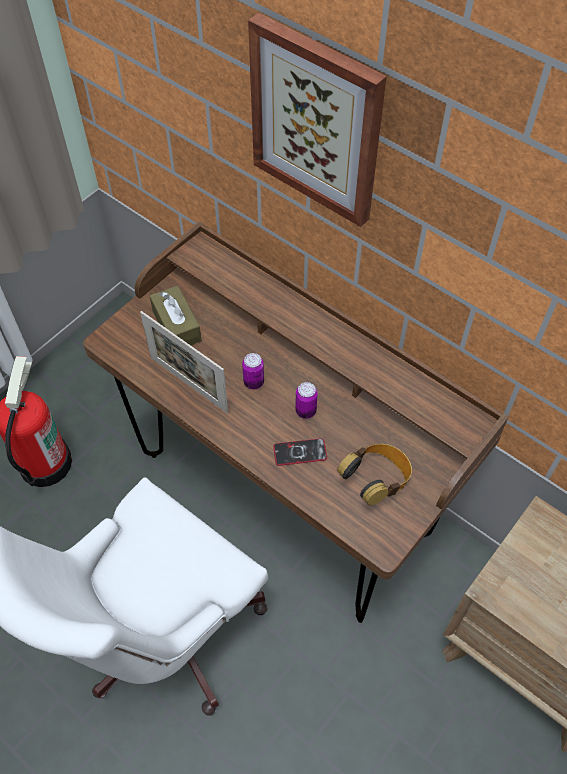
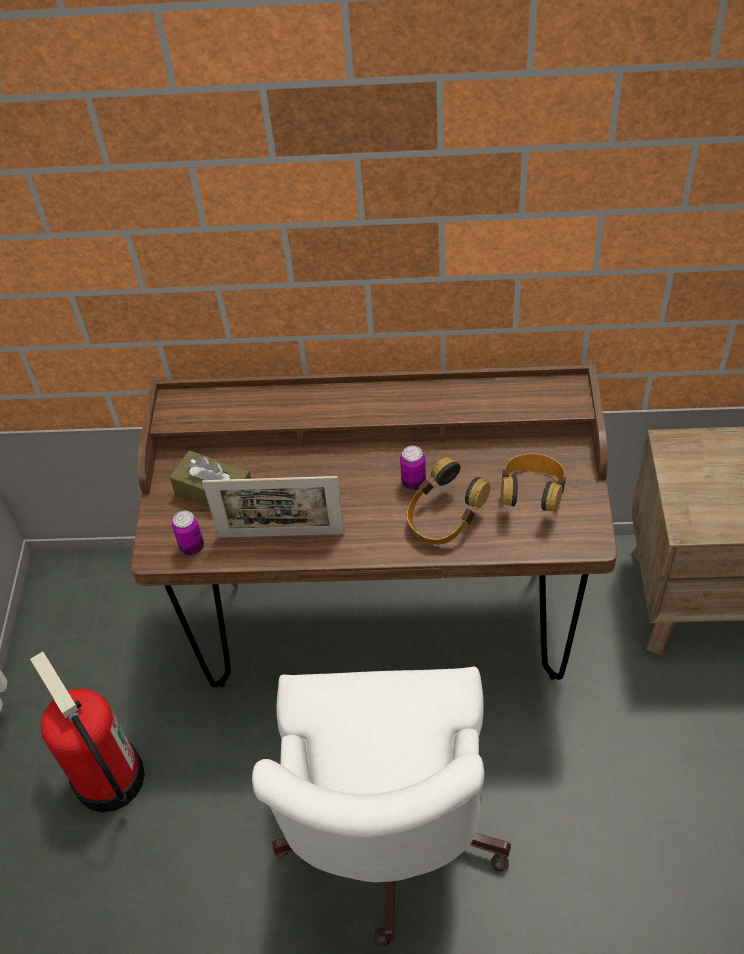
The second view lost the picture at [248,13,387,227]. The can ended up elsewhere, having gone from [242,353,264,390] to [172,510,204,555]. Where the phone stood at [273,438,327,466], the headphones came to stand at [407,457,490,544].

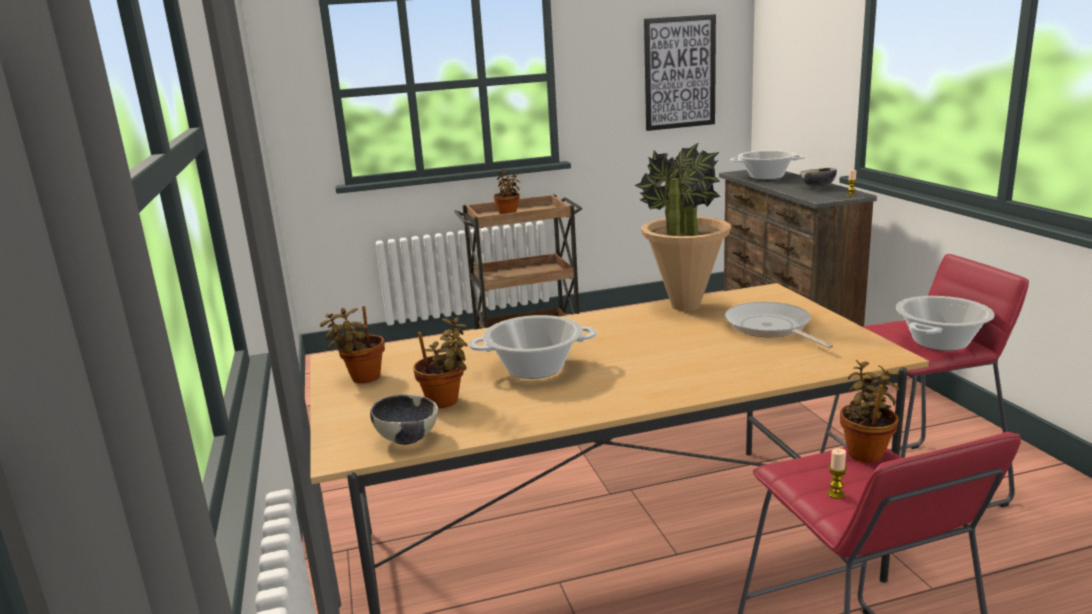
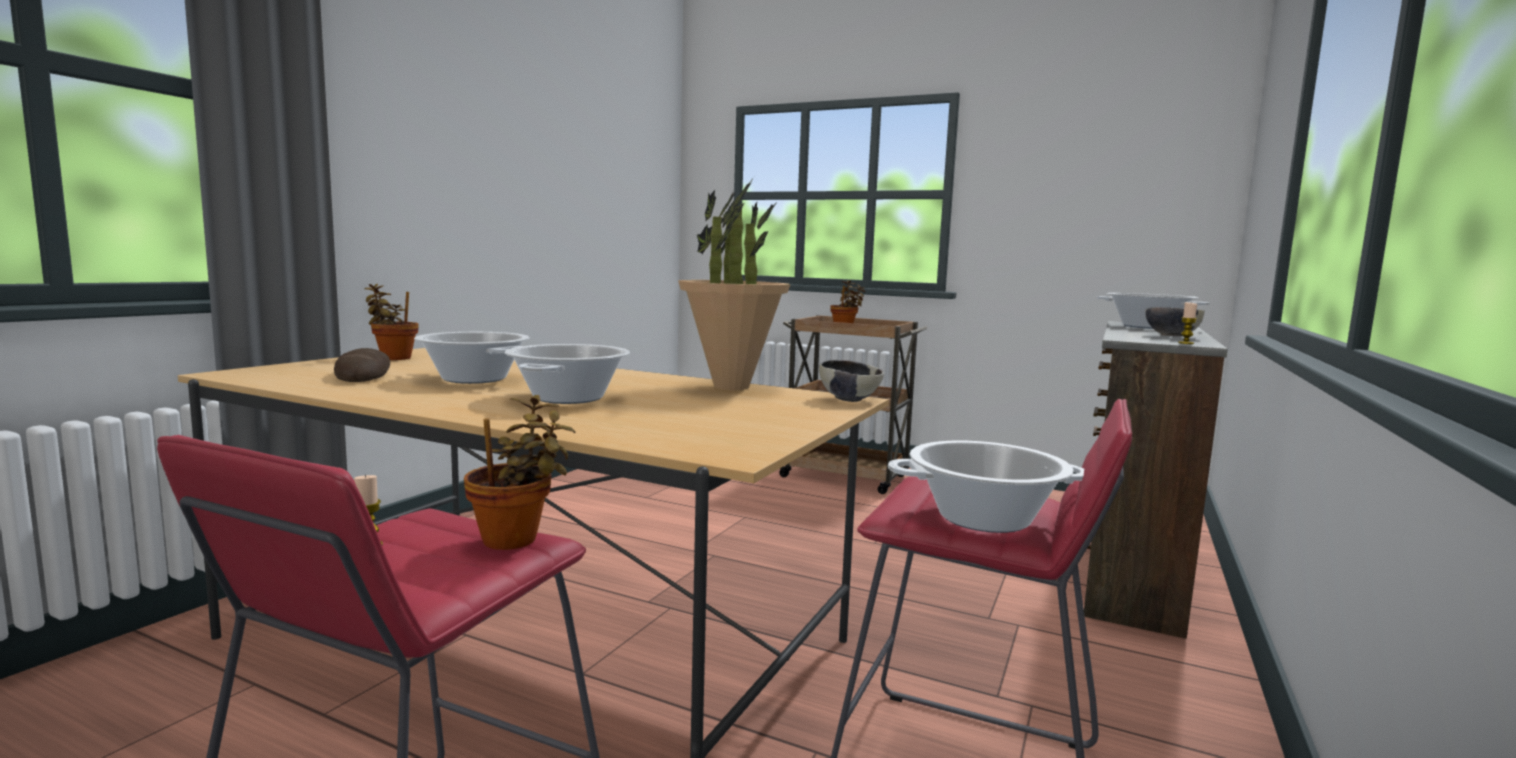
The second view lost the picture at [644,14,716,131]. The second view lost the frying_pan at [725,302,833,348]. The second view gained the cooking_pot at [505,344,630,404]. The bowl ended up elsewhere, having gone from [370,394,438,445] to [819,360,884,402]. Where the potted_plant stood at [413,317,468,408], the bread came to stand at [334,348,390,382].

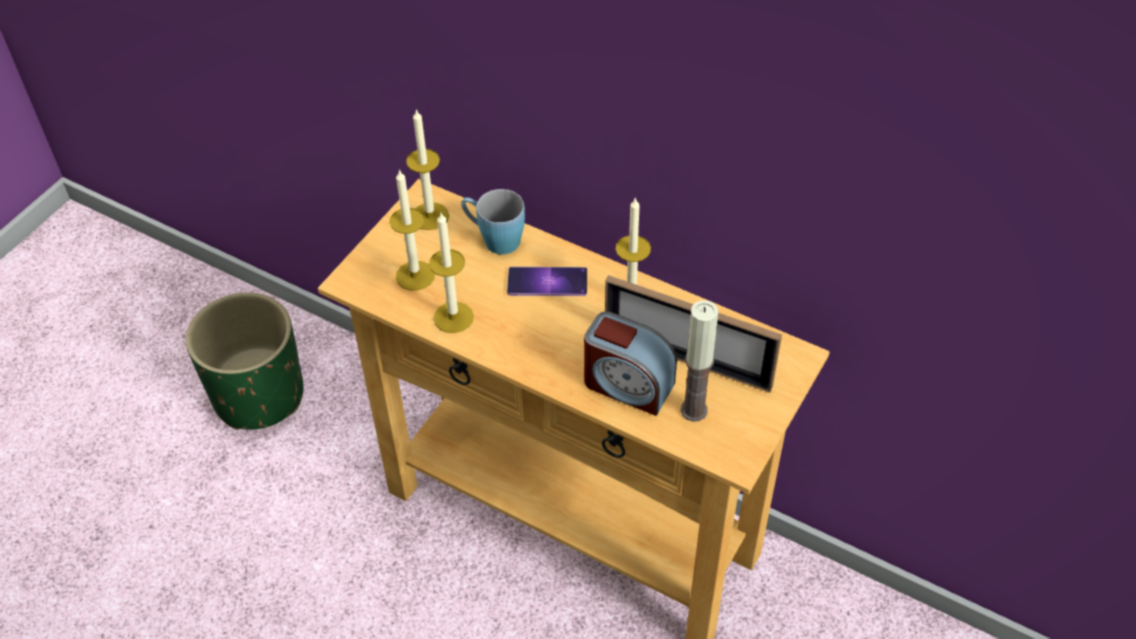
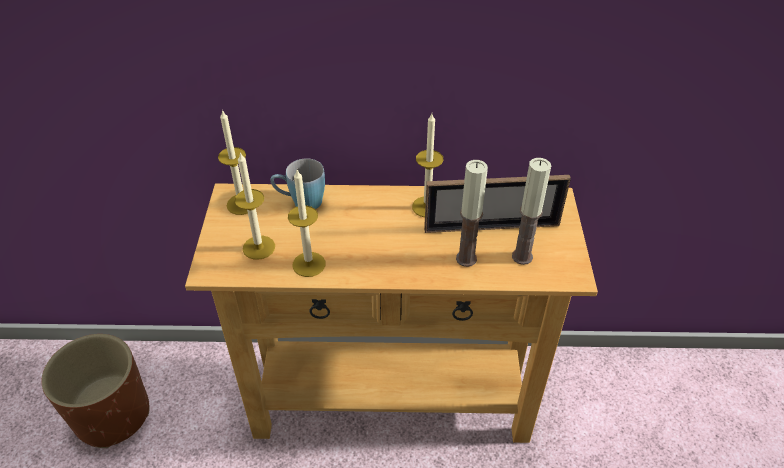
The second view lost the phone at [507,267,587,296]. Where the alarm_clock stood at [584,311,677,416], the candle came to stand at [456,160,488,267]. What was the green_planter at [186,292,303,430] turned into the brown_planter at [41,334,150,448].

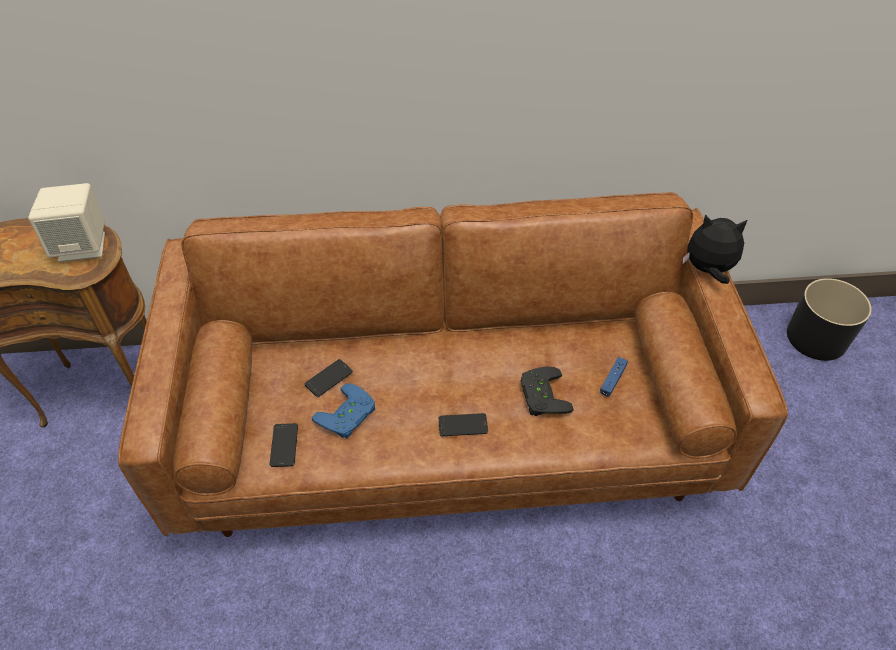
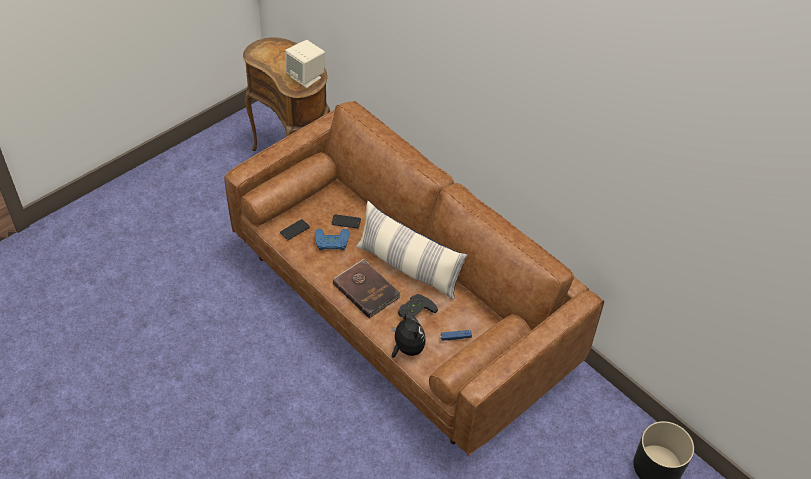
The second view gained the pillow at [356,201,467,300]. The plush_toy ended up elsewhere, having gone from [683,214,747,284] to [391,313,425,358]. Where the phone stood at [439,413,488,436], the brown_book came to stand at [333,259,401,318].

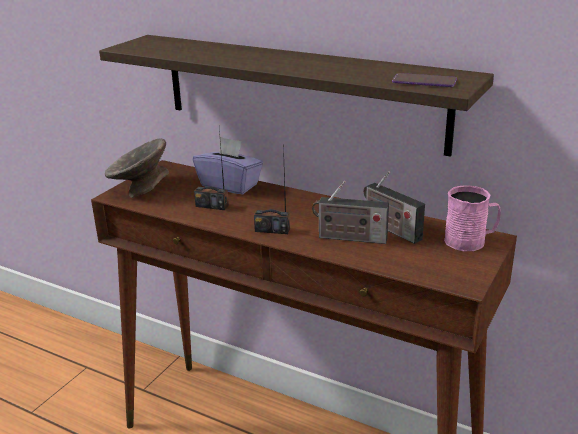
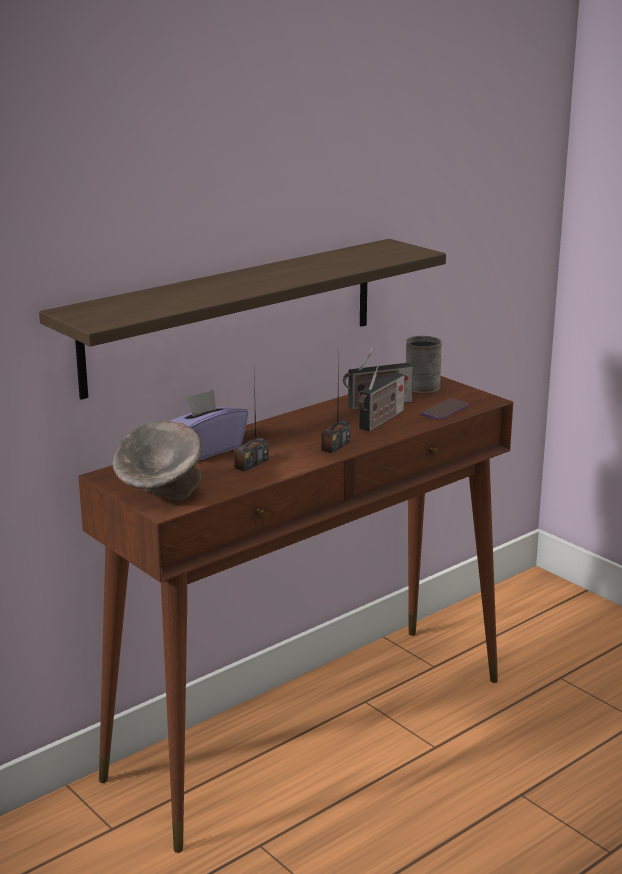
The phone ended up elsewhere, having gone from [392,73,457,87] to [420,398,469,420]. What was the pink_mug at [444,185,501,251] turned into the grey_mug at [406,336,442,393].

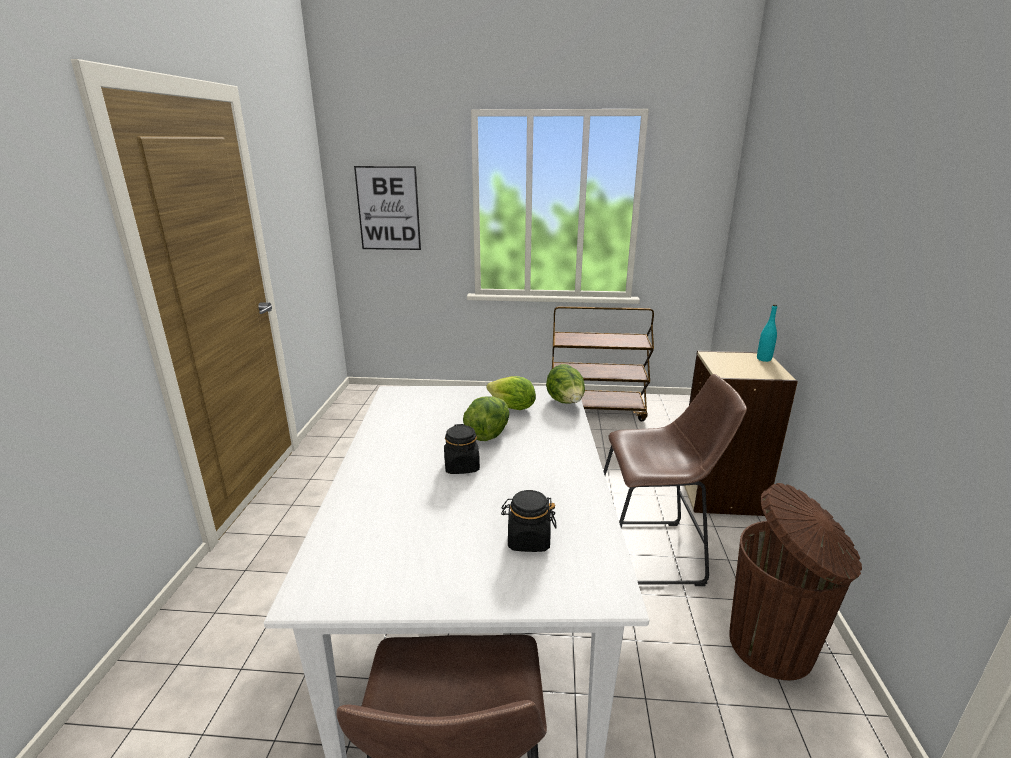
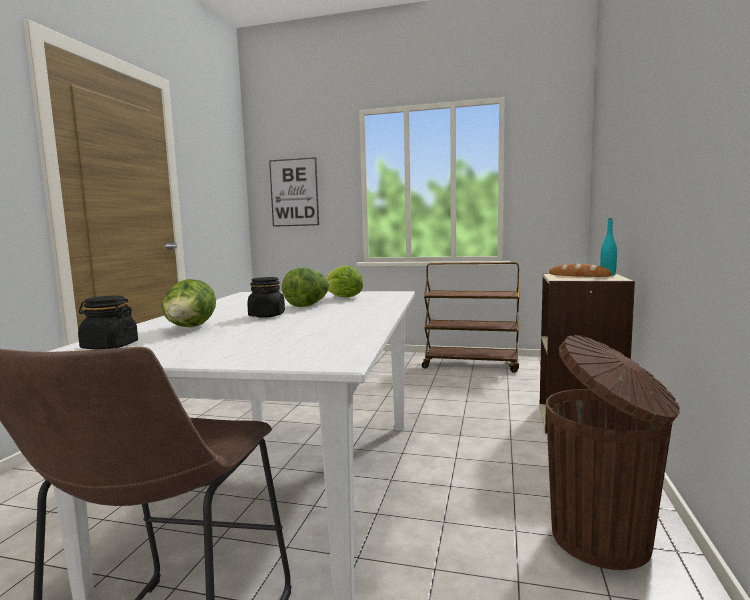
The second view lost the brown_stool at [603,374,747,586]. The second view gained the bread at [549,264,612,277]. The black_jar ended up elsewhere, having gone from [501,490,557,552] to [78,296,138,349]. The lettuce ended up elsewhere, having gone from [546,364,585,404] to [161,279,216,327].

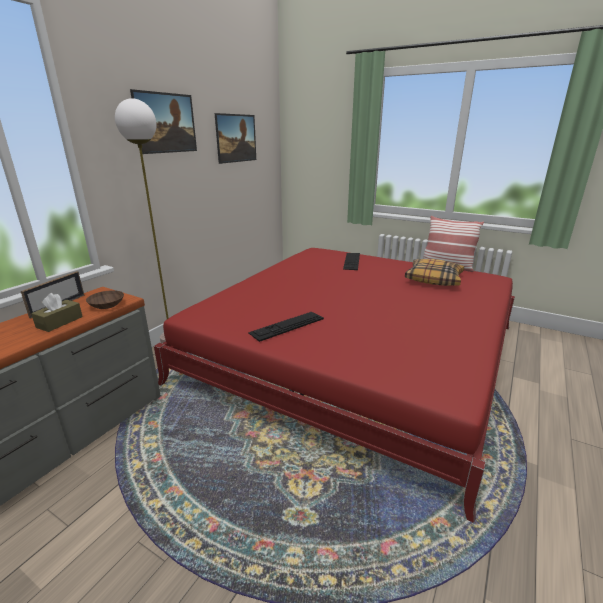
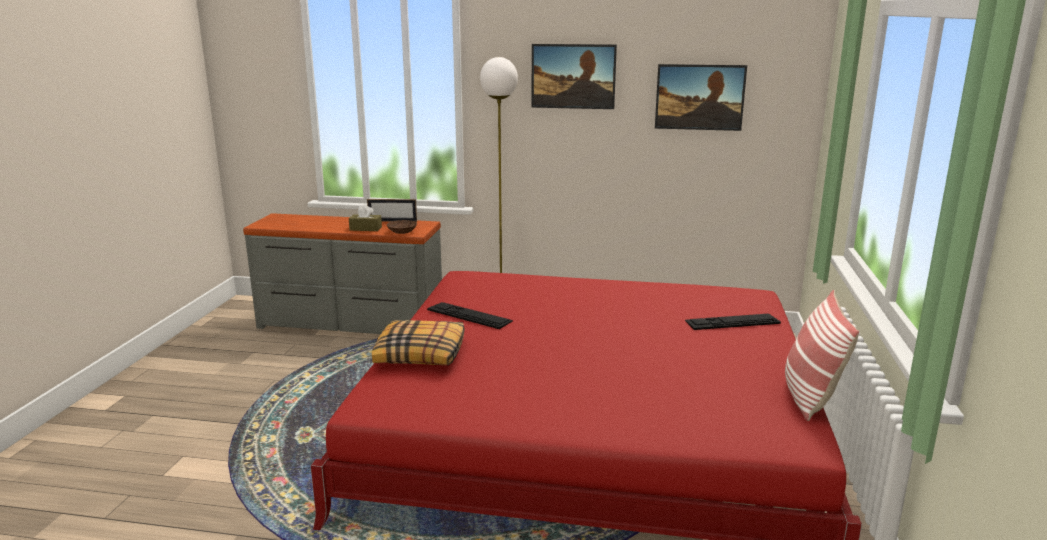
The pillow ended up elsewhere, having gone from [405,259,464,286] to [372,320,464,366].

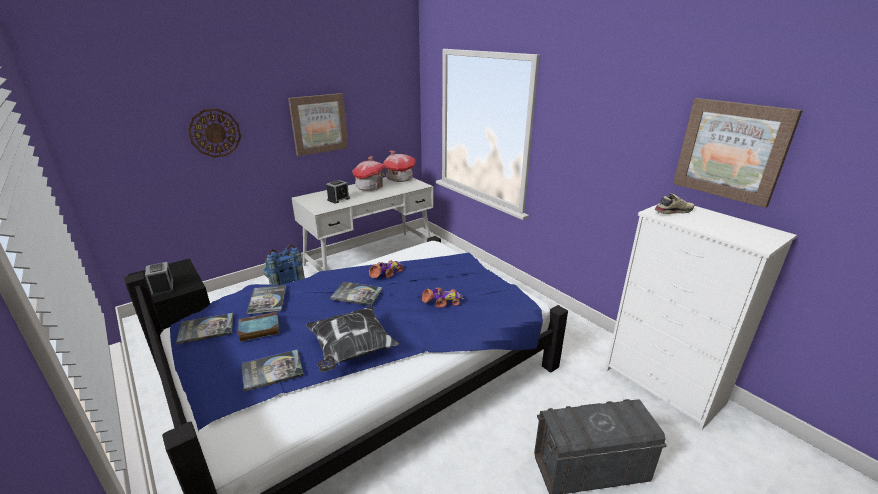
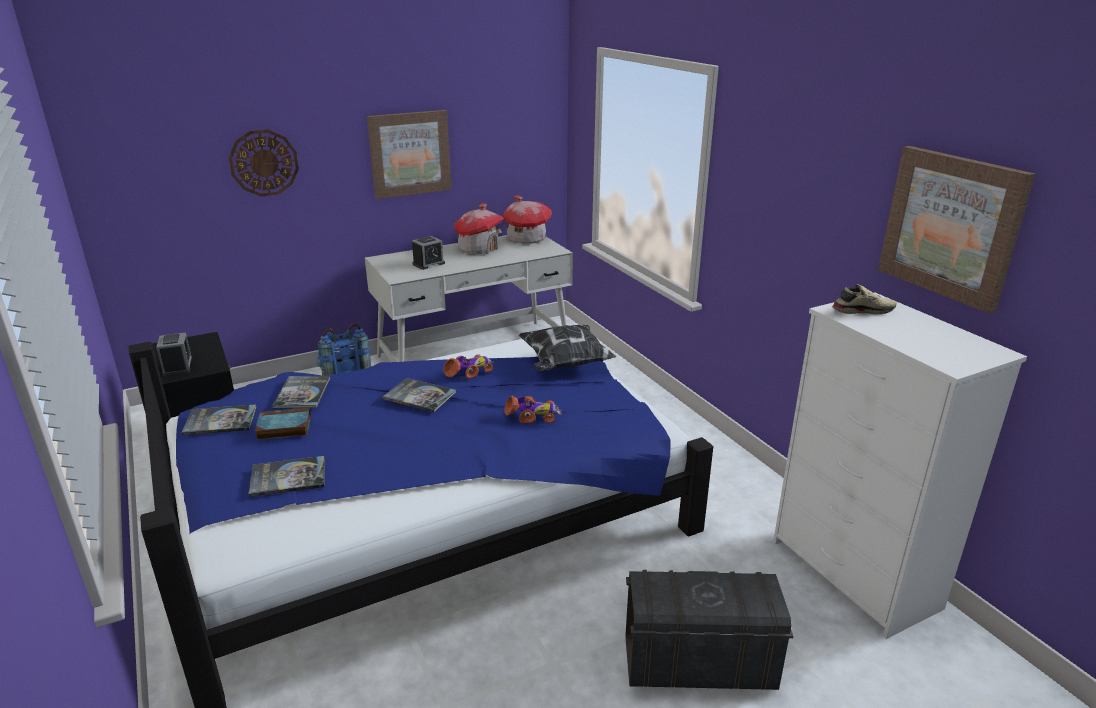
The pillow ended up elsewhere, having gone from [306,306,399,372] to [519,325,616,371].

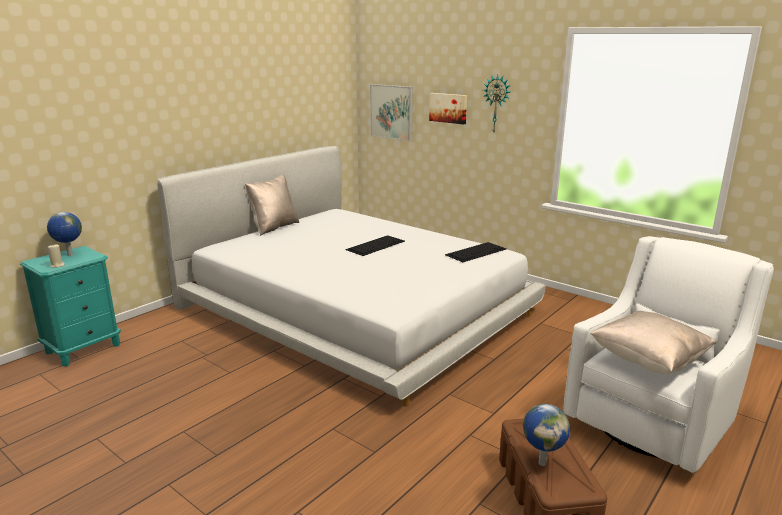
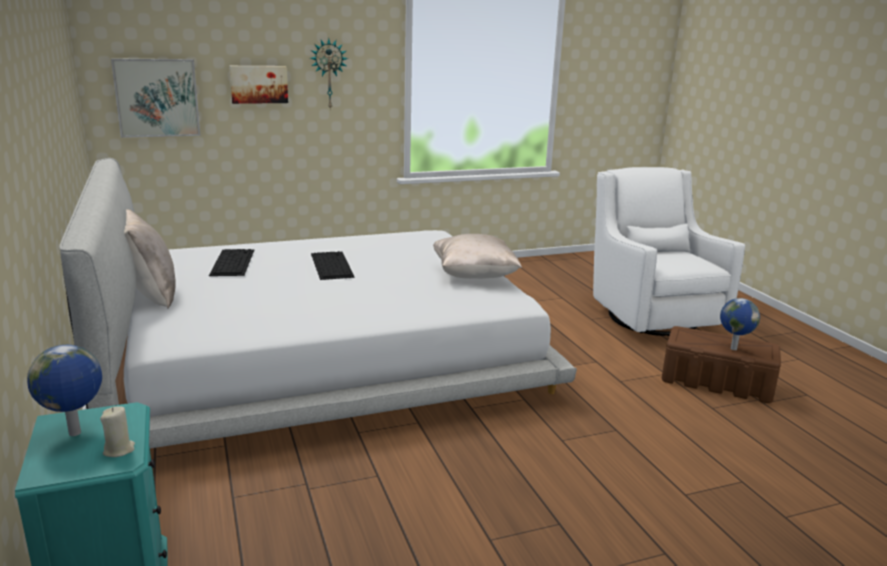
The keyboard ended up elsewhere, having gone from [445,242,506,262] to [209,249,254,276]. The beige_pillow ended up elsewhere, having gone from [590,311,717,374] to [433,234,522,279].

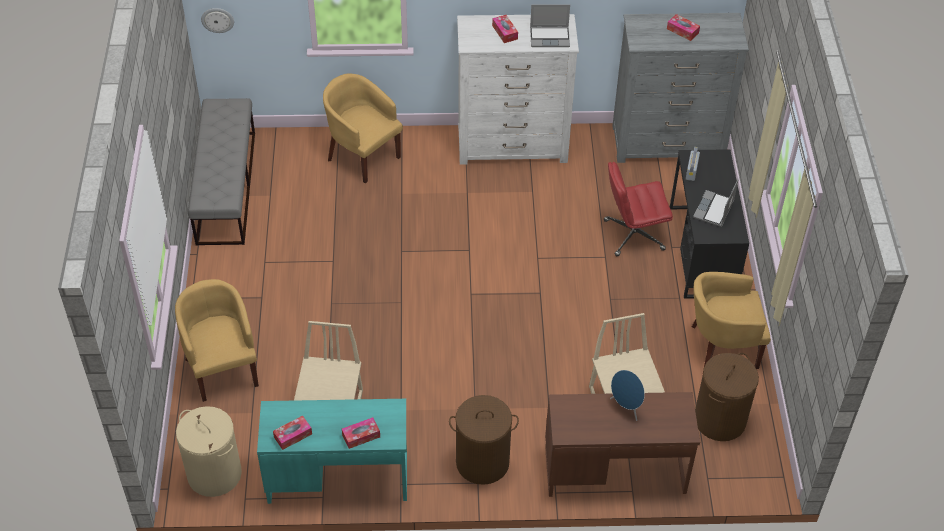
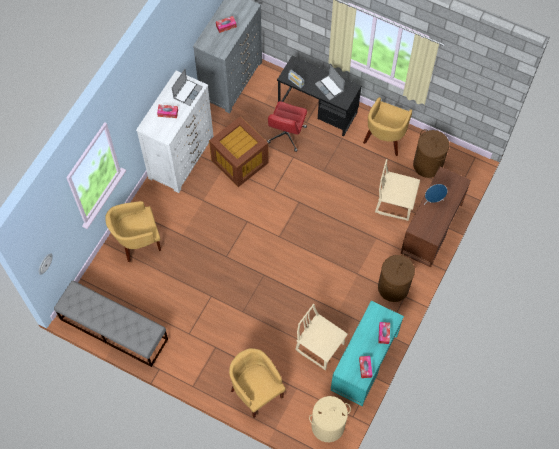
The second view gained the brown_storage_box at [209,116,269,187]. The yellow_armchair at [175,279,259,402] ended up facing another way, 45 degrees clockwise from before.

